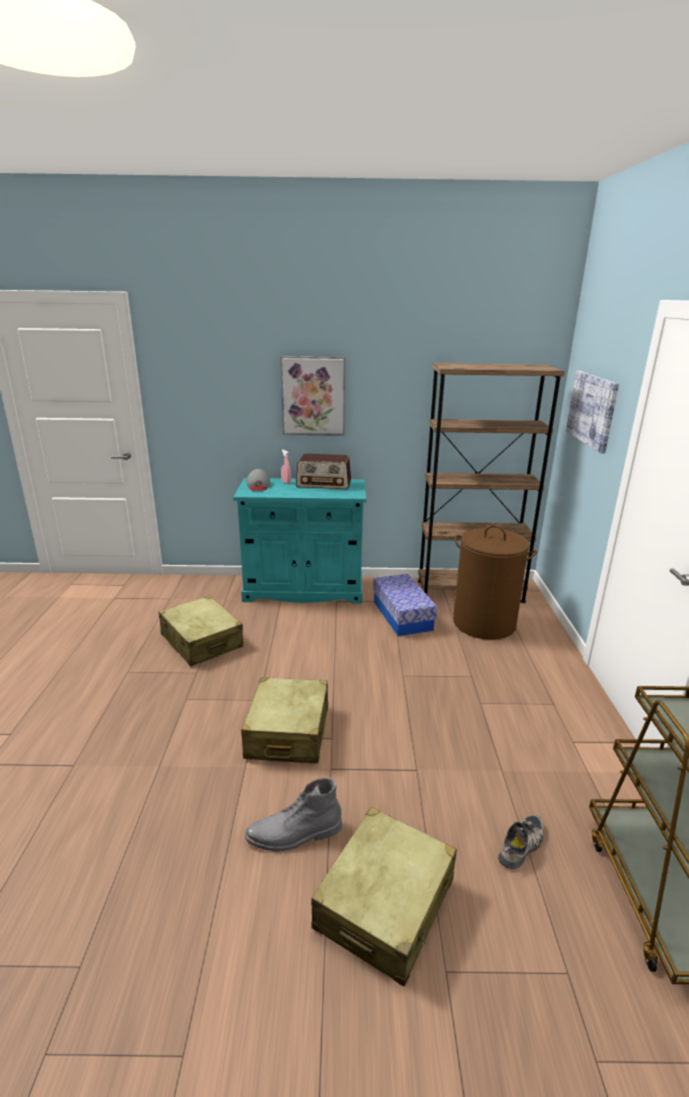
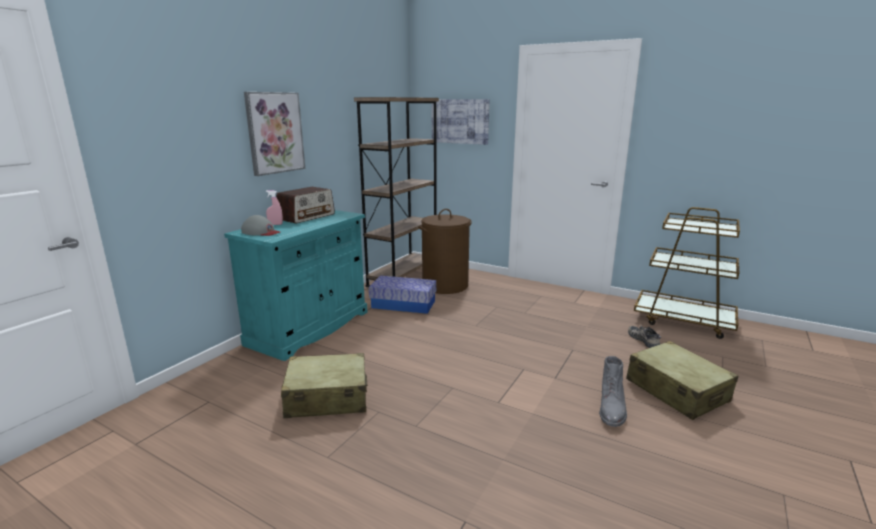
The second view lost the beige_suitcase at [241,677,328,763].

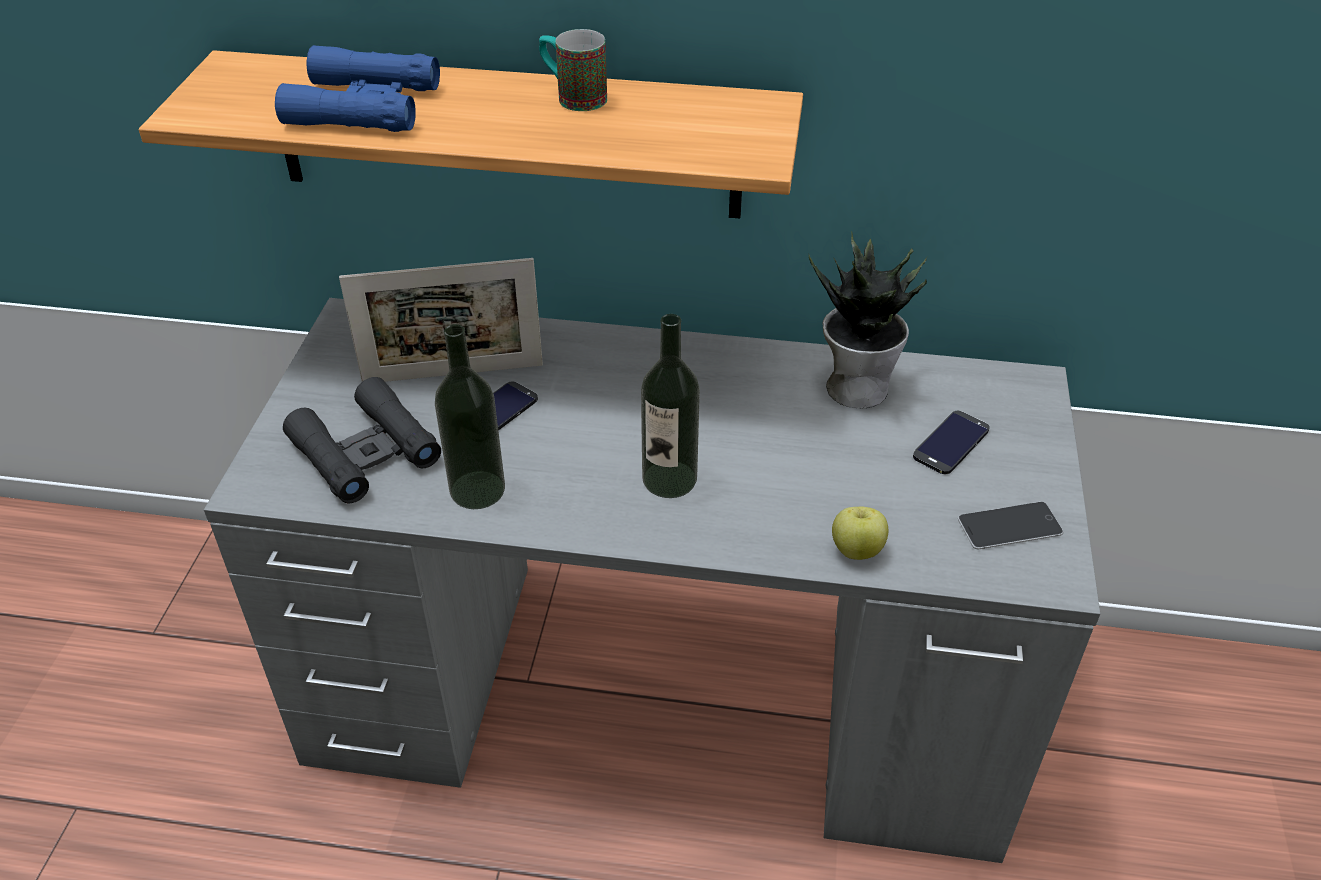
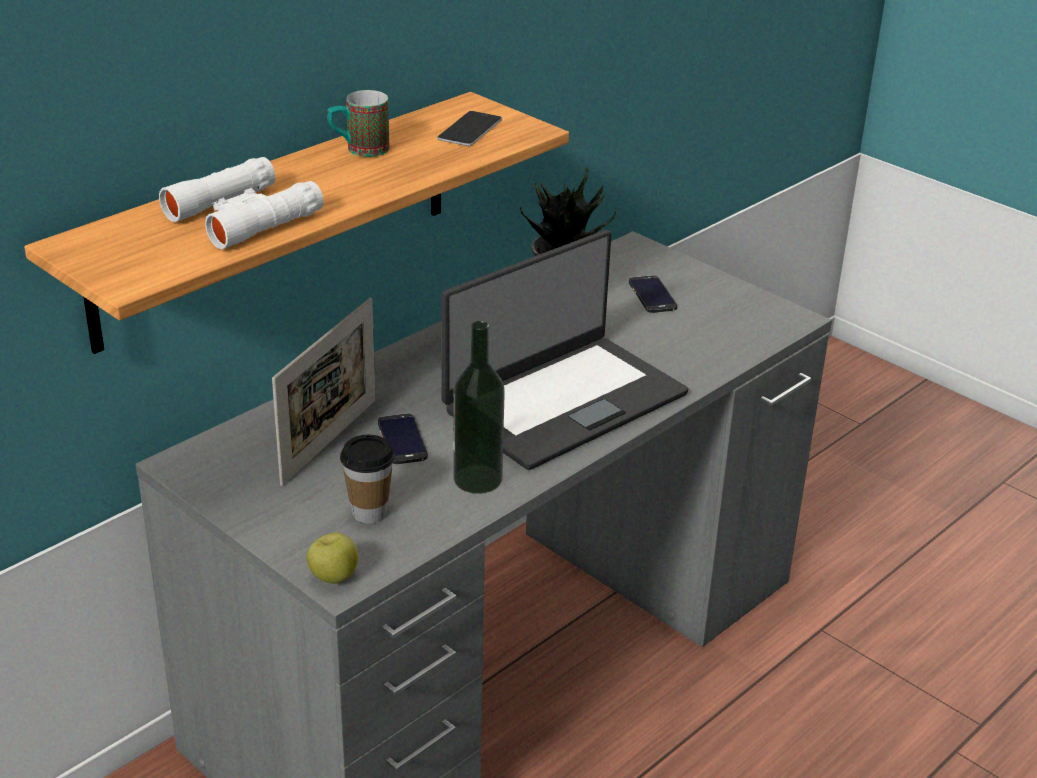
The apple ended up elsewhere, having gone from [832,507,888,560] to [307,533,358,584]. The phone ended up elsewhere, having gone from [958,502,1063,549] to [437,111,502,146]. Where the black_binoculars stood at [283,377,441,503], the cup came to stand at [340,435,395,524]. Where the bottle stood at [641,314,700,498], the laptop came to stand at [441,230,688,470]. What was the blue_binoculars at [275,45,440,132] turned into the white_binoculars at [159,157,324,249].

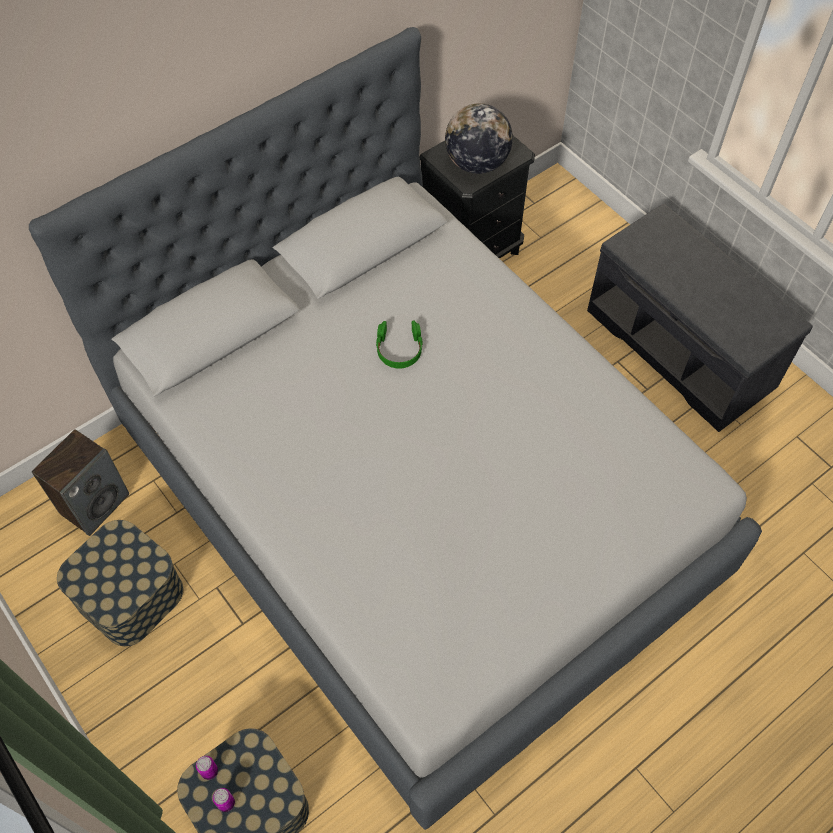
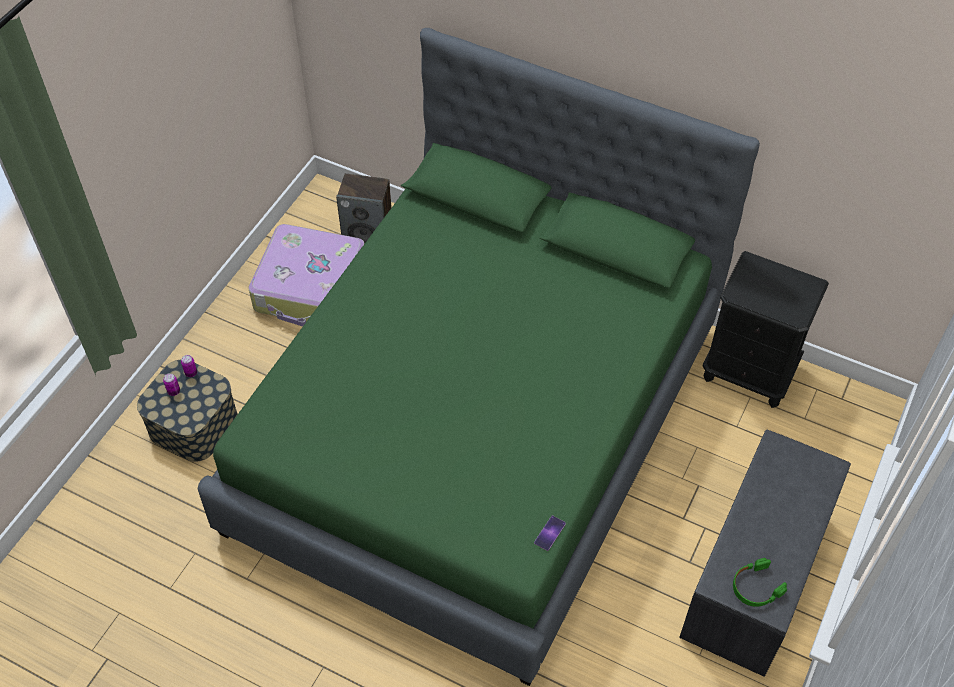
The second view lost the globe at [445,103,513,174]. The second view gained the phone at [534,515,566,551]. The green_headphones ended up elsewhere, having gone from [376,321,423,369] to [733,558,787,607]. Where the storage_box stood at [57,520,184,646], the suitcase came to stand at [248,224,365,326]. What was the grey_bed at [29,27,762,830] turned into the green_bed at [198,28,760,686].

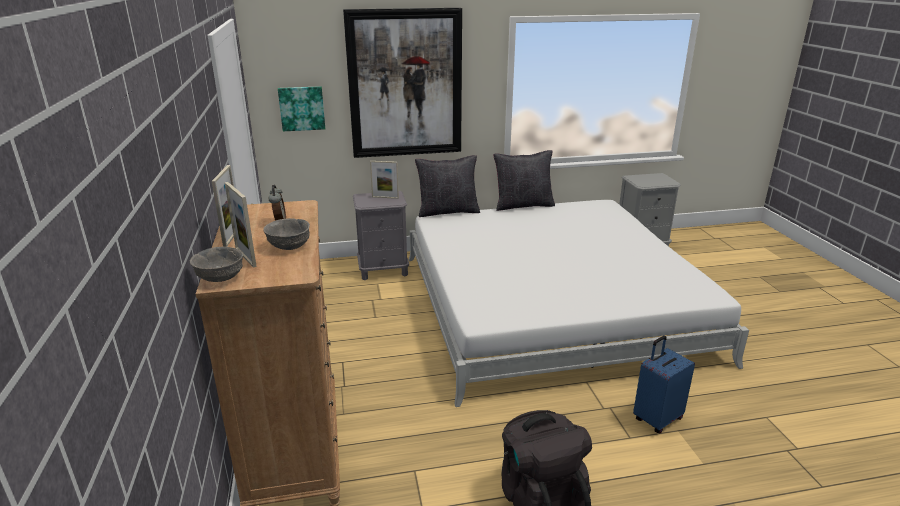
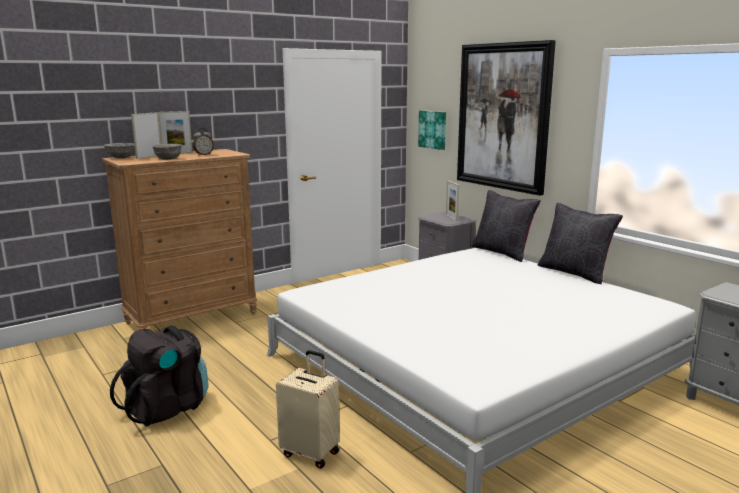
What was the blue_suitcase at [633,336,695,433] turned into the beige_suitcase at [276,350,339,469].

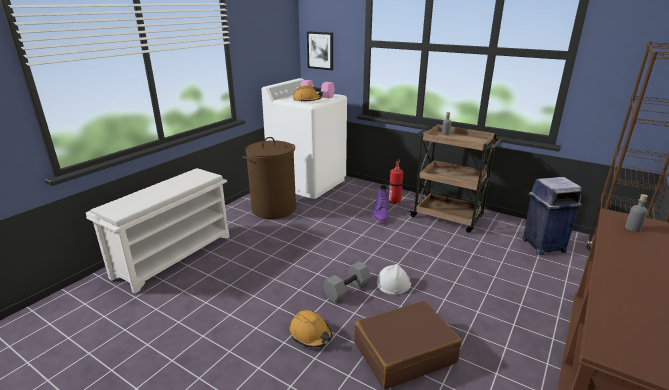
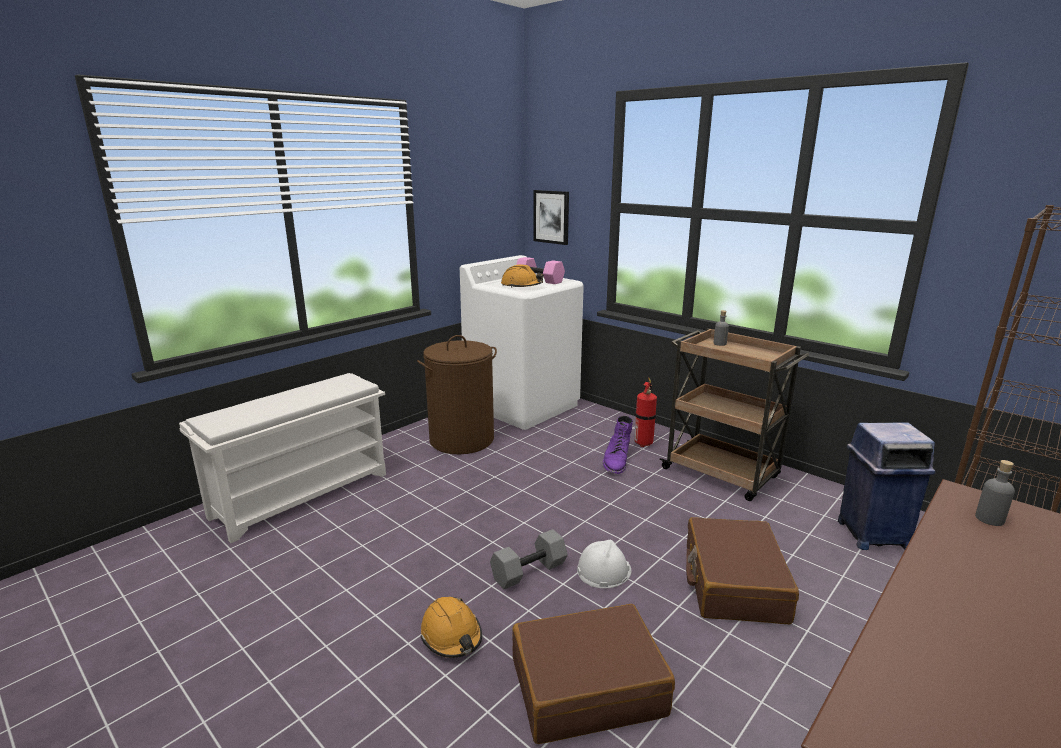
The second view gained the brown_suitcase at [686,517,799,624].

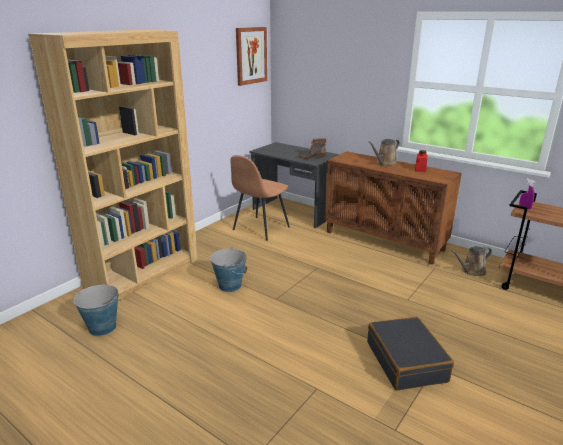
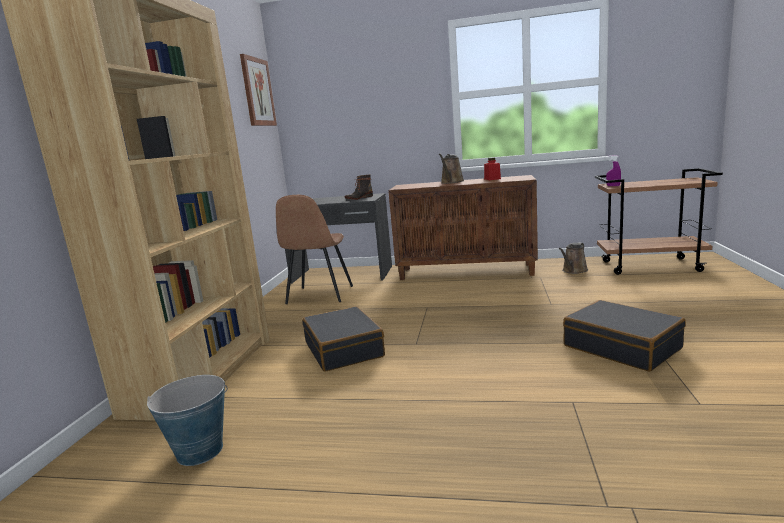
Where the bucket stood at [210,247,247,292], the black_suitcase came to stand at [302,306,385,372].

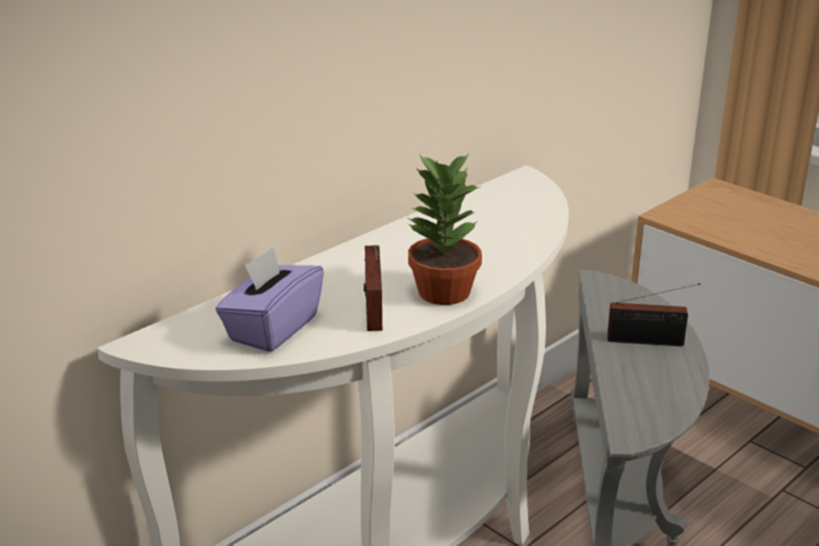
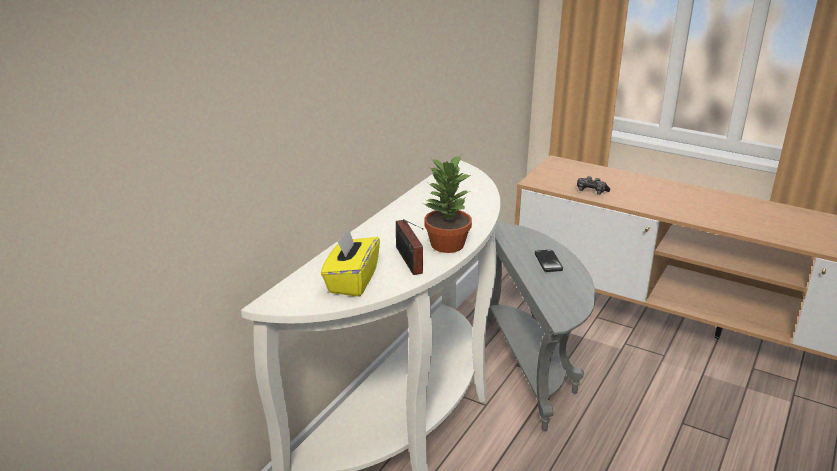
The second view gained the game_controller at [577,176,610,194]. Where the radio stood at [607,283,700,347], the phone came to stand at [535,250,563,272]. What was the purple_tissue_box at [215,247,324,352] turned into the yellow_tissue_box at [321,228,380,297].

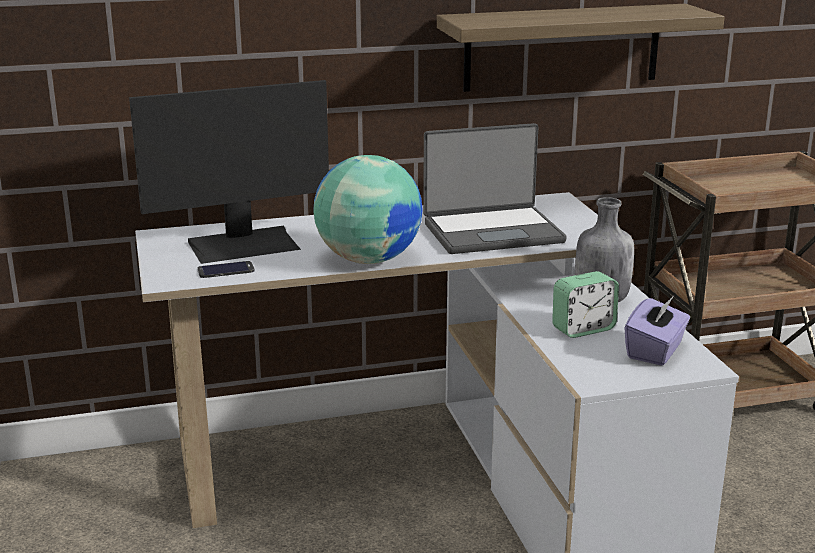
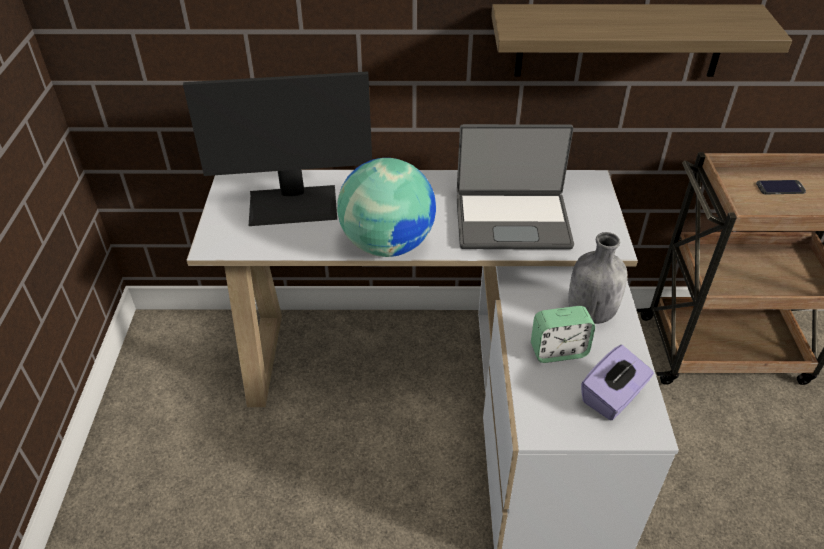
The phone ended up elsewhere, having gone from [197,261,255,278] to [756,180,806,194].

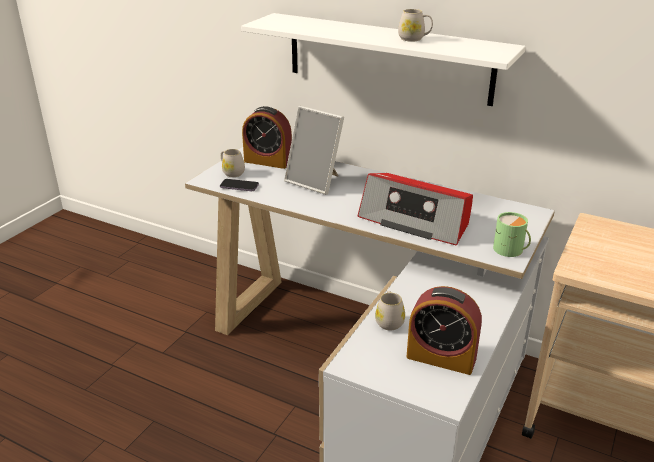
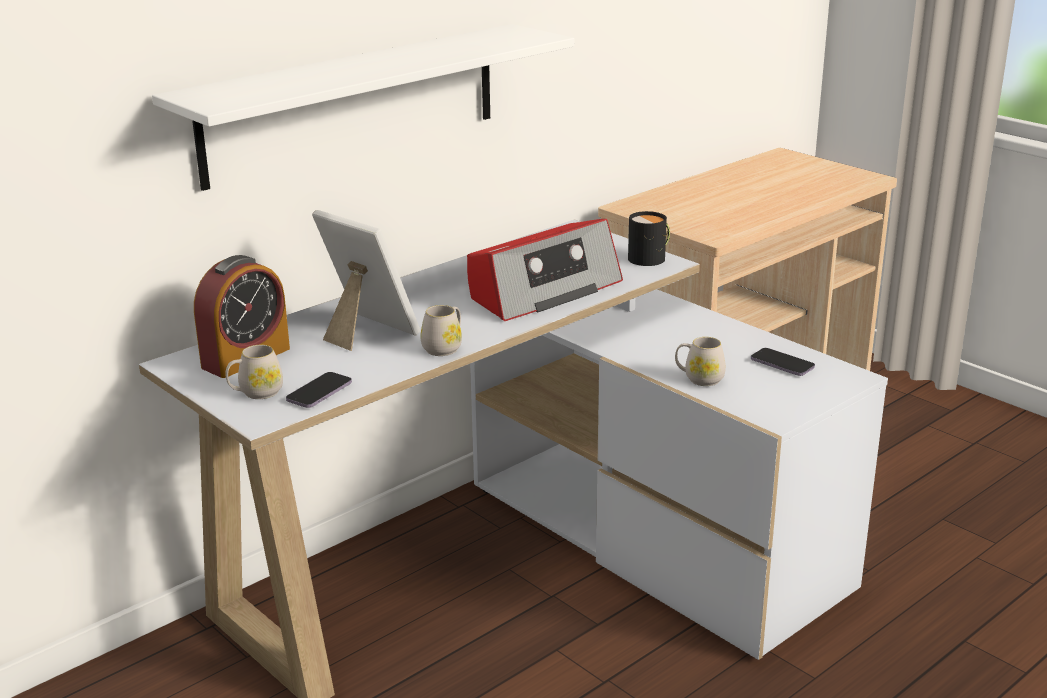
The white_mug ended up elsewhere, having gone from [398,9,433,42] to [421,305,462,356]. Where the alarm_clock stood at [406,286,482,375], the phone came to stand at [751,348,815,376]. What was the green_mug at [493,212,531,257] turned into the black_mug at [628,211,670,266]. The picture_frame at [284,106,344,195] ended up facing another way, 105 degrees counterclockwise from before.

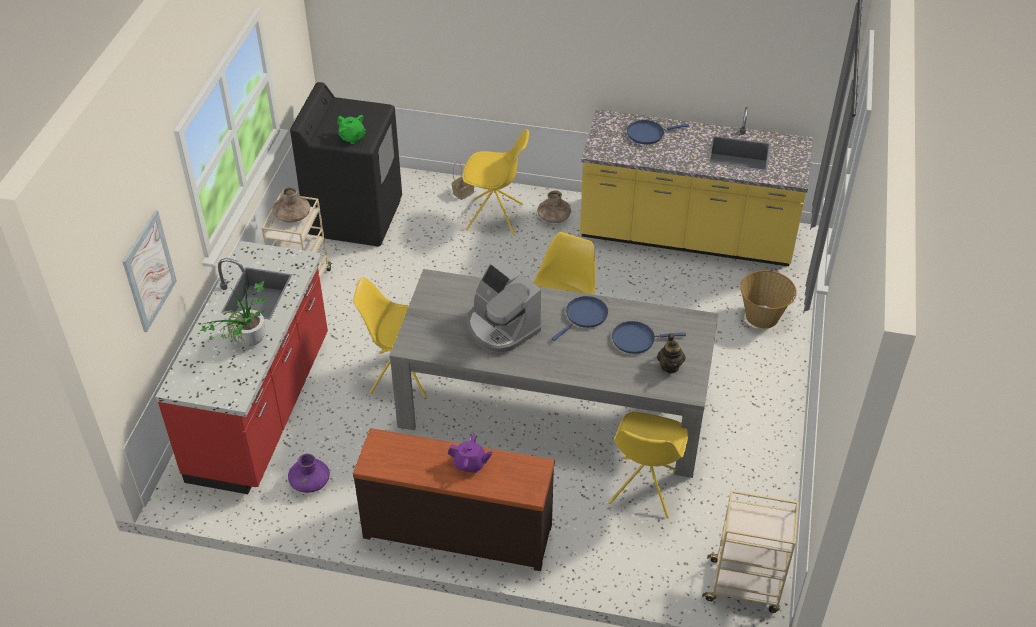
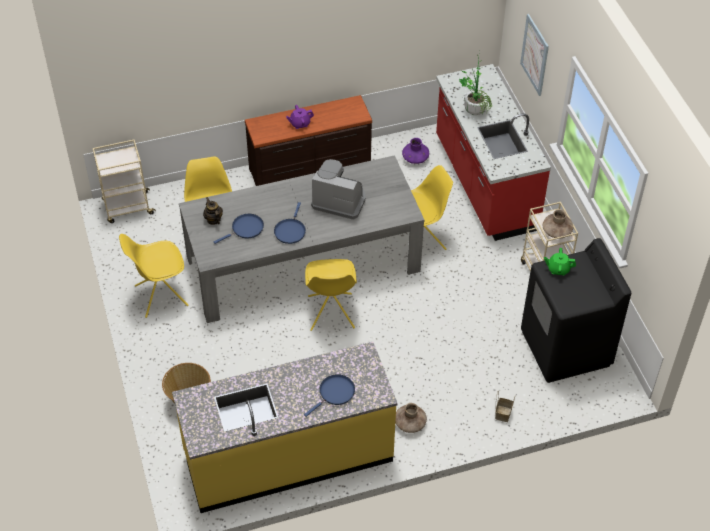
The yellow_chair ended up elsewhere, having gone from [462,129,529,236] to [119,234,189,318].

